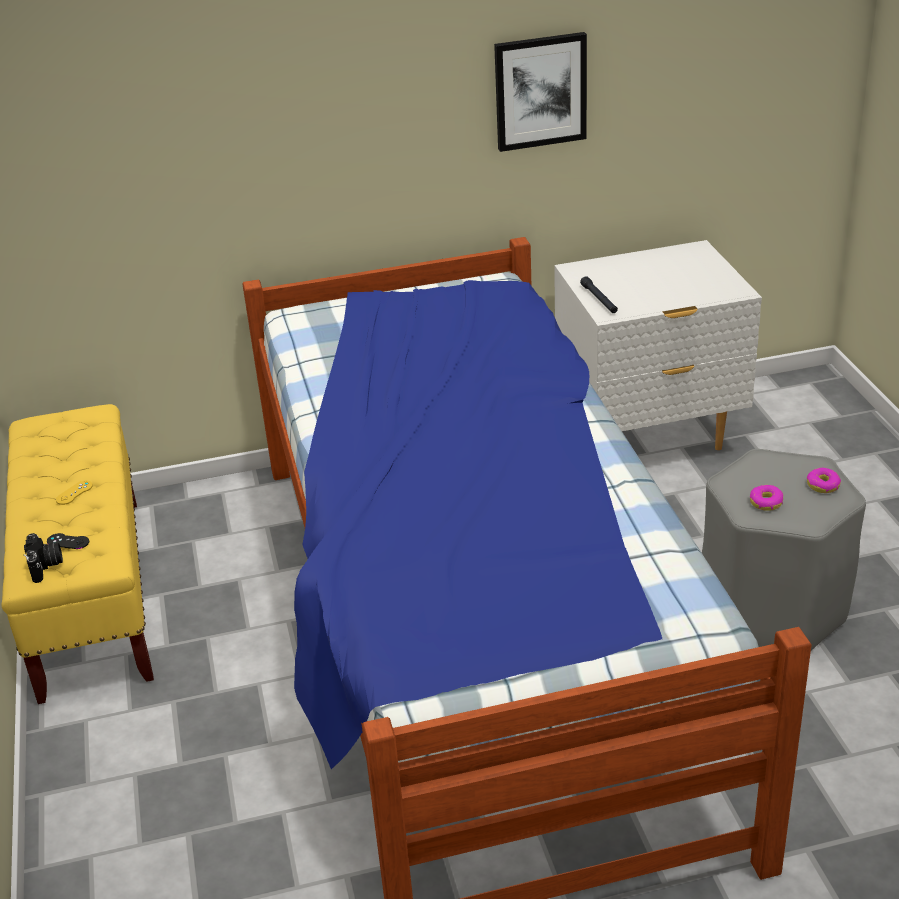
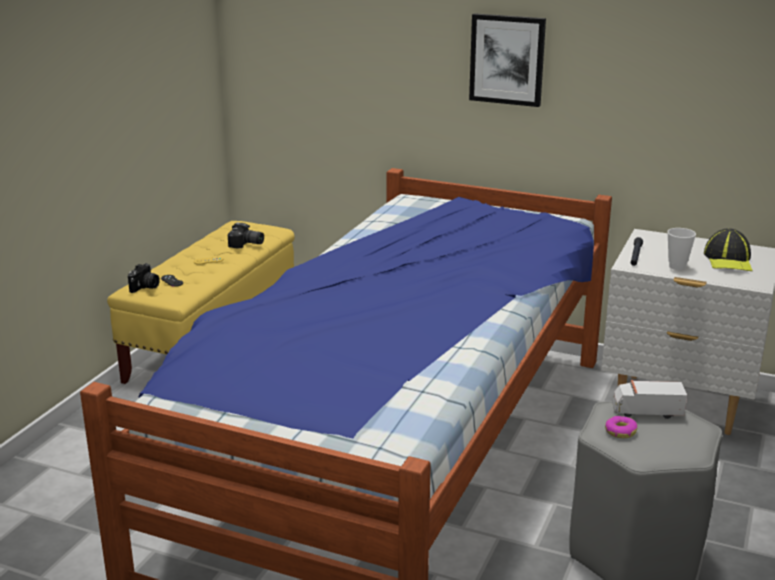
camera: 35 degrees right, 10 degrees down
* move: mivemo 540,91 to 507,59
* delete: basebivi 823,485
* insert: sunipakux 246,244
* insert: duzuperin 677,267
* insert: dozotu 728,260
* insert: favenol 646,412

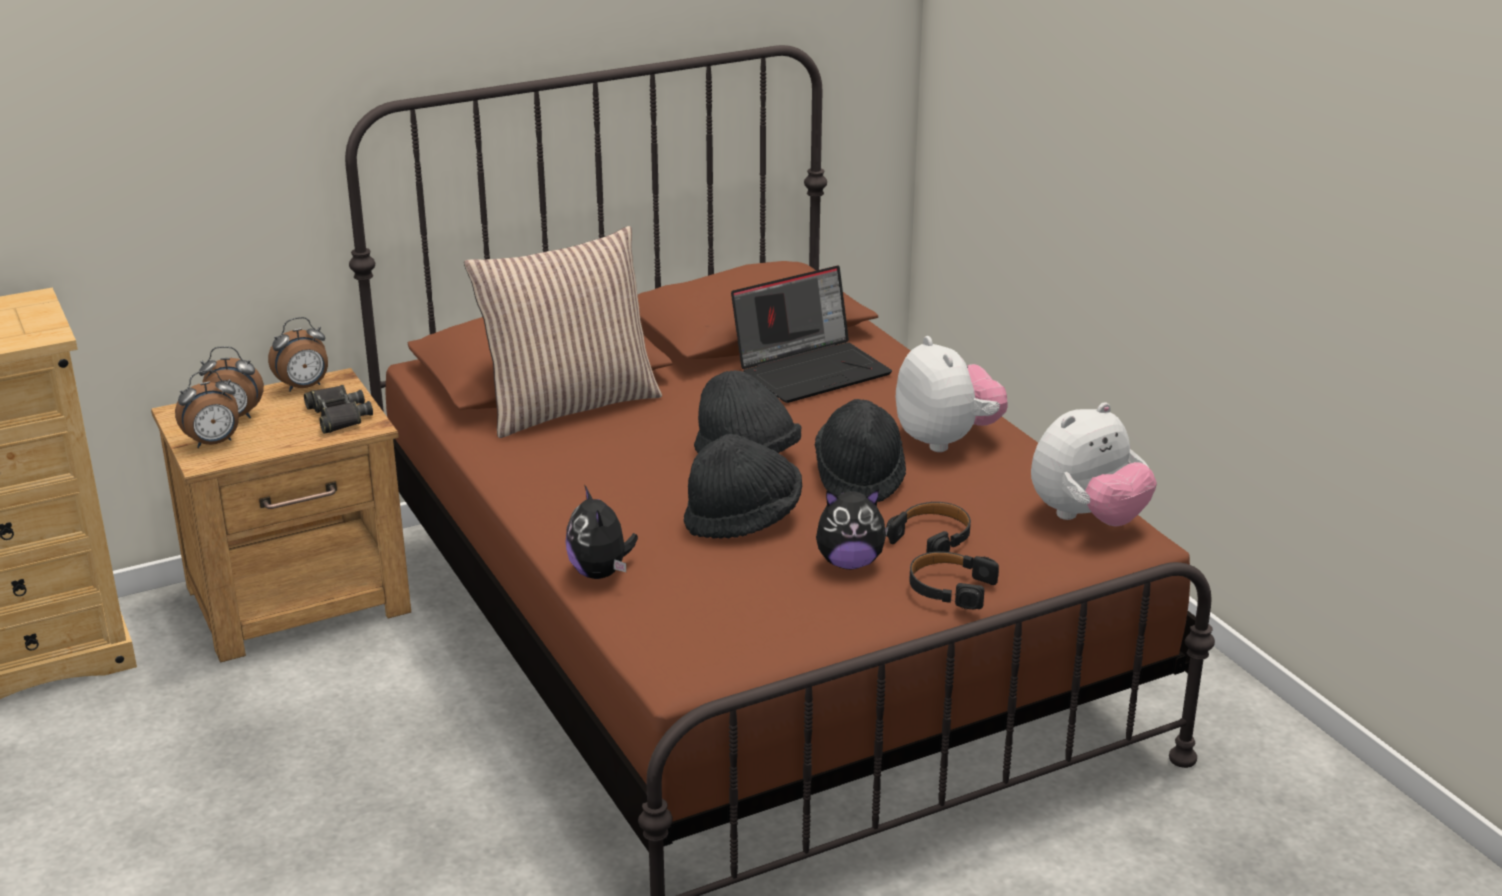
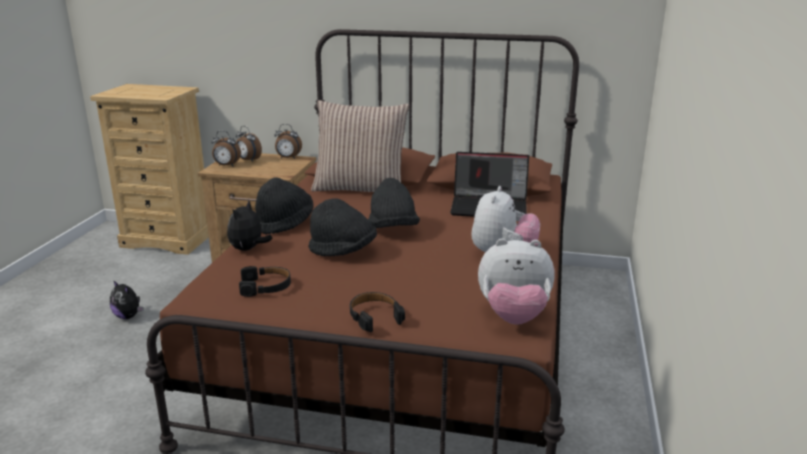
camera: 40 degrees right, 5 degrees down
* delete: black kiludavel 338,416
* move: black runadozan 859,477 to 284,224
* move: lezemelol 849,563 to 128,316
* move: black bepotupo 932,537 to 266,286

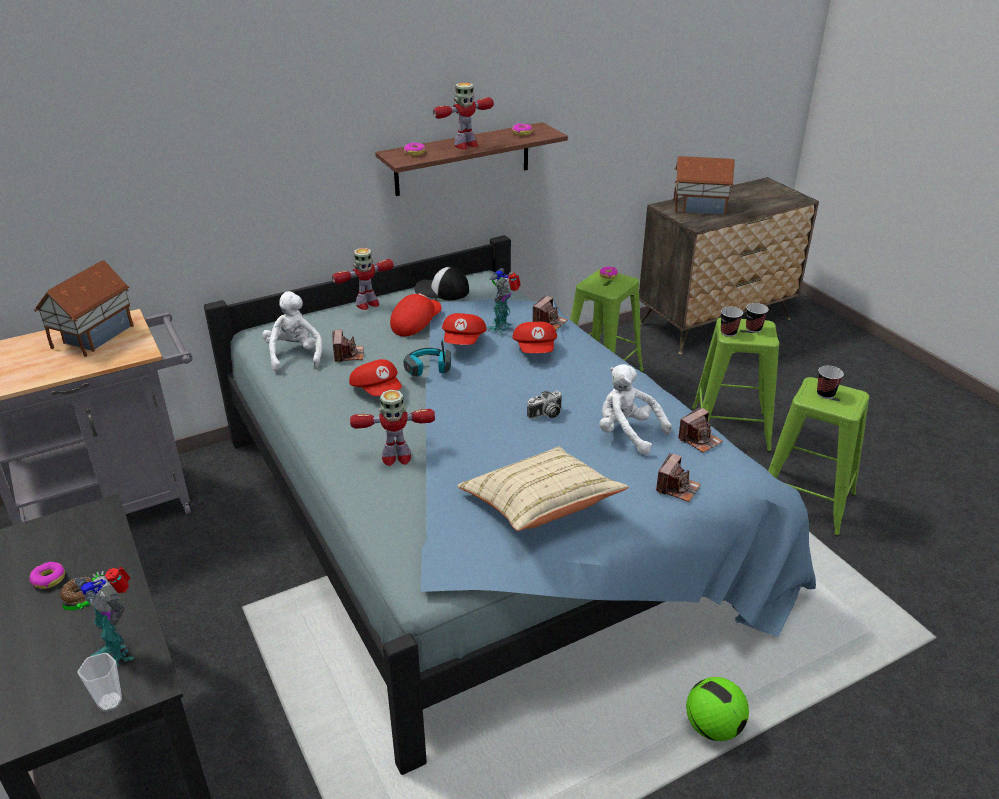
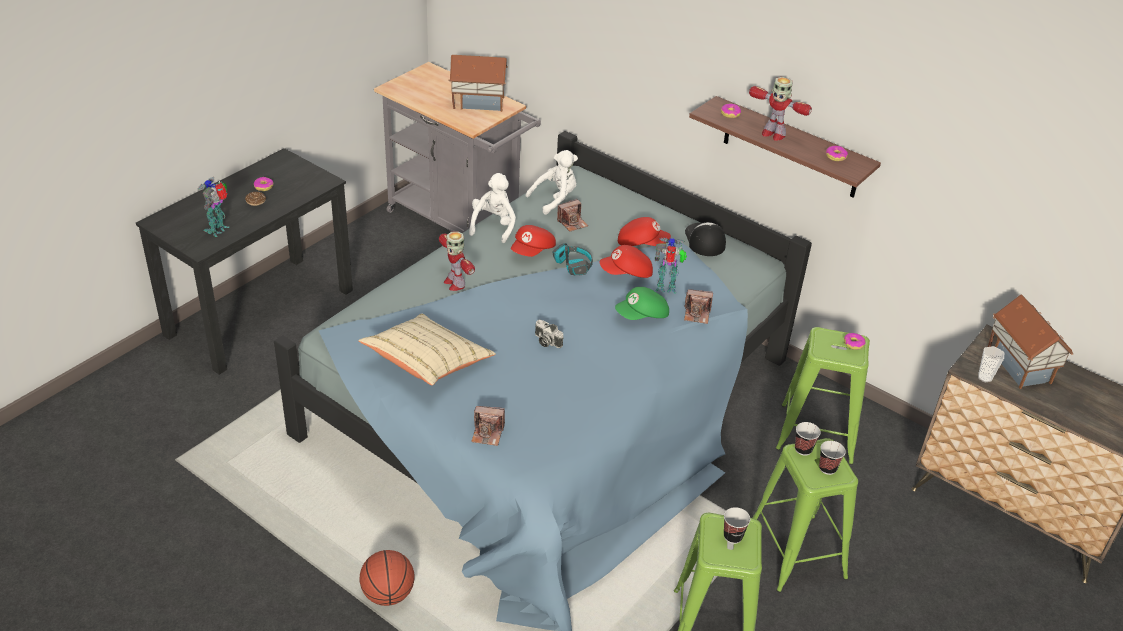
camera: 65 degrees right, 5 degrees up
* delete: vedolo 367,304
* recolor: red dozotu 535,350 to green dozotu 642,315
* move: white lezemelol 627,433 to 493,226
* delete: sunipakux 699,440
* move: duzuperin 110,702 to 984,377
* replace: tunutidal 713,727 to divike 388,594

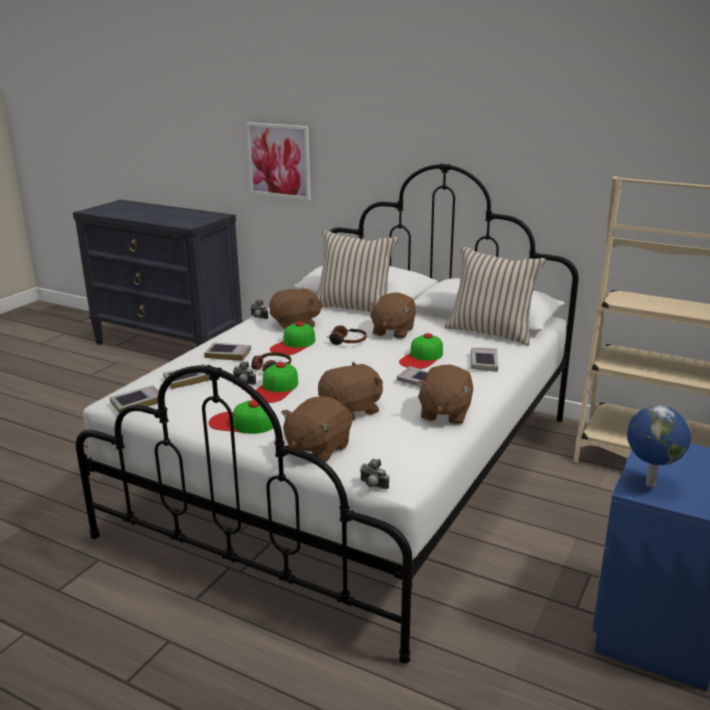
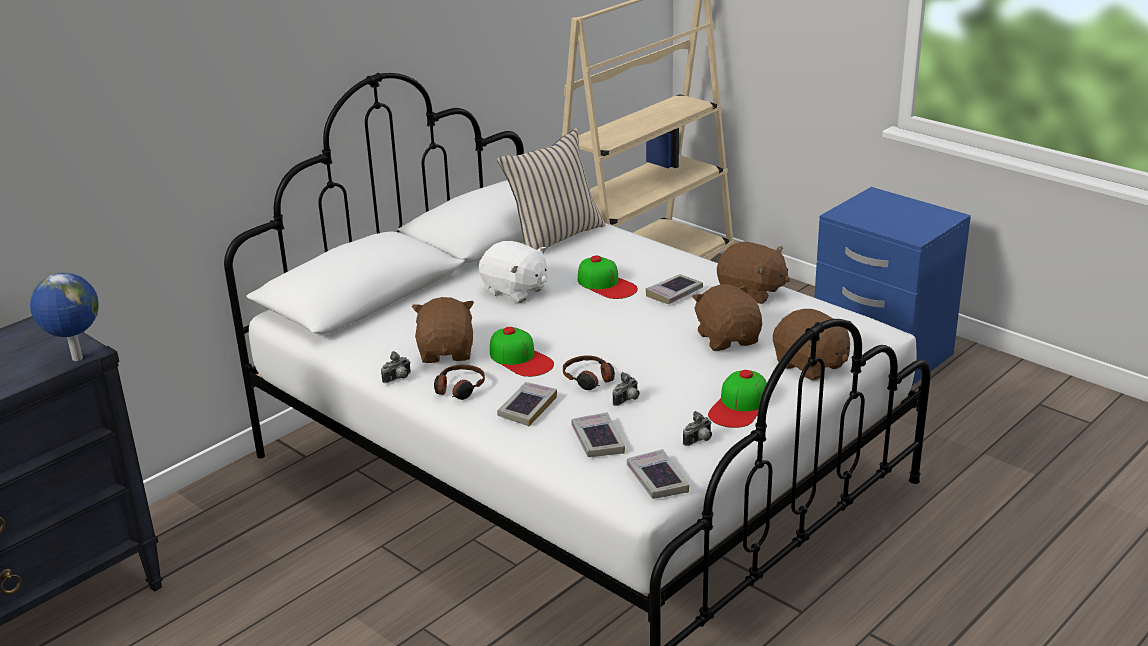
camera: 75 degrees left, 5 degrees up
* delete: mivemo 279,160
* delete: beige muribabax 354,307
* recolor: brown lezemelol 392,331 to white lezemelol 515,291
* move: bepotupo 347,341 to 459,389
* delete: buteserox 483,362
* delete: dozotu 275,389
* move: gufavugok 649,484 to 76,359
* move: sunipakux 372,486 to 699,441

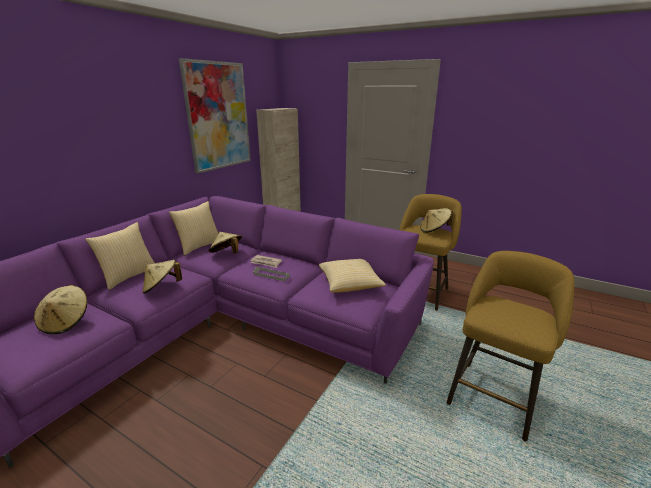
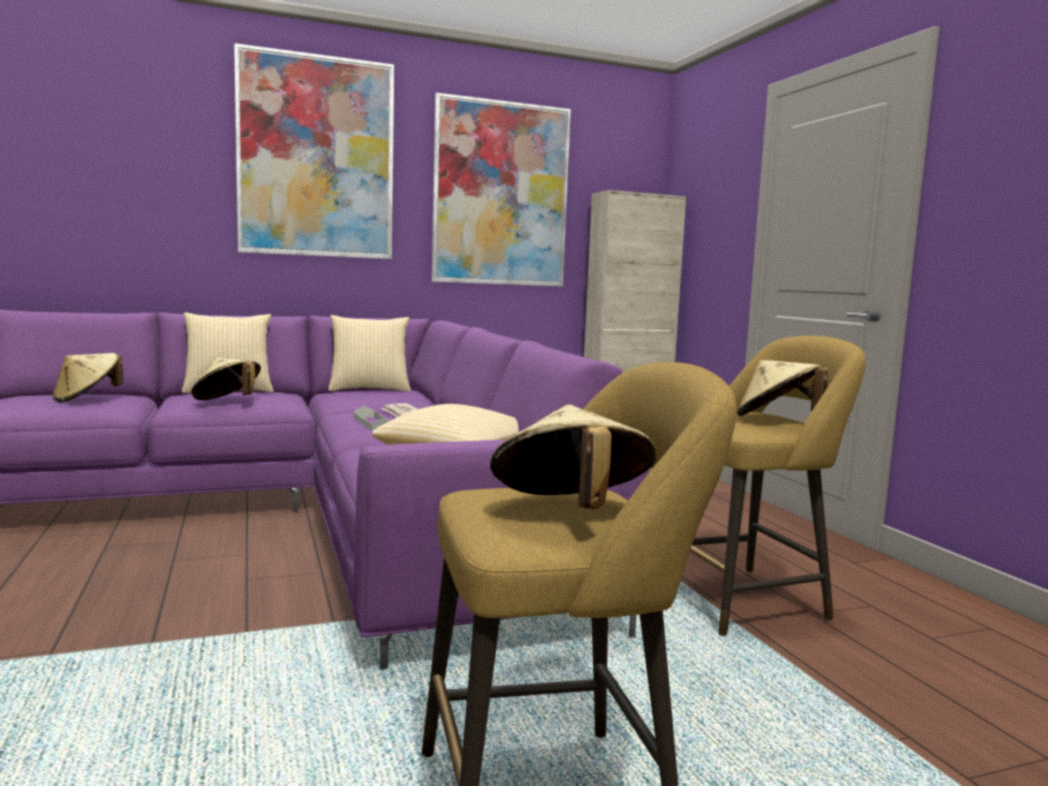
camera: 40 degrees right, 15 degrees down
* move: beige runadozan 226,254 to 570,512
* insert: mivemo 316,157

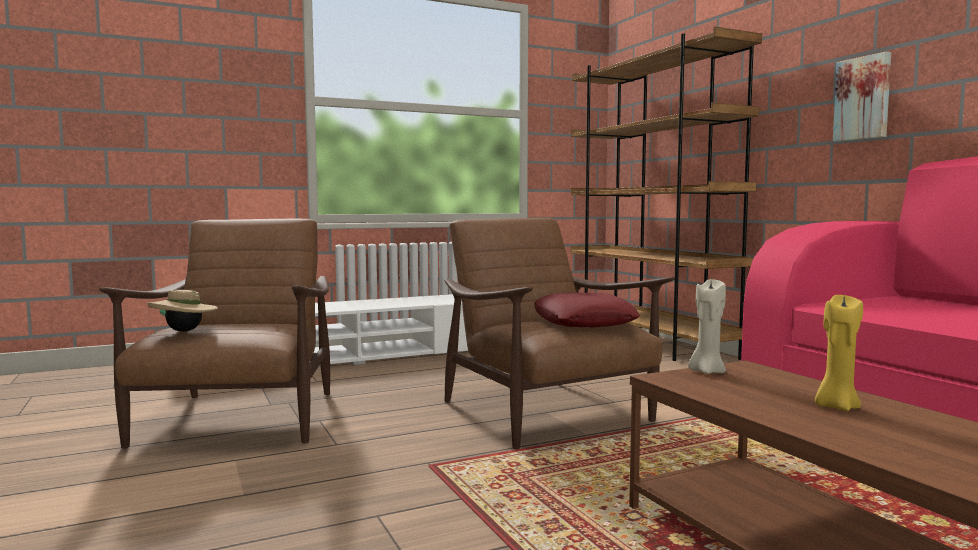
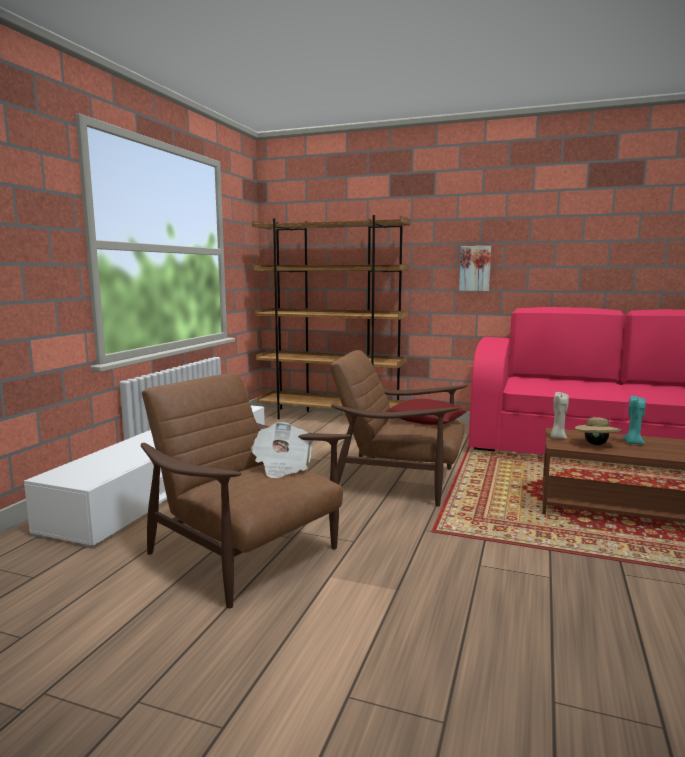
camera: 45 degrees left, 5 degrees up
* move: beige runadozan 184,331 to 596,444
* recolor: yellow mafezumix 836,407 to turquoise mafezumix 632,443
* insert: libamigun 282,466

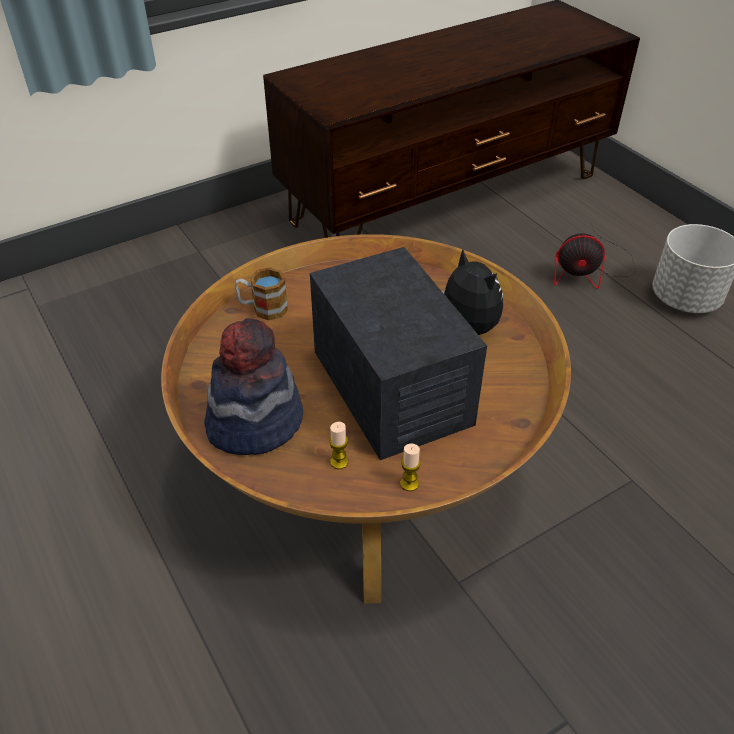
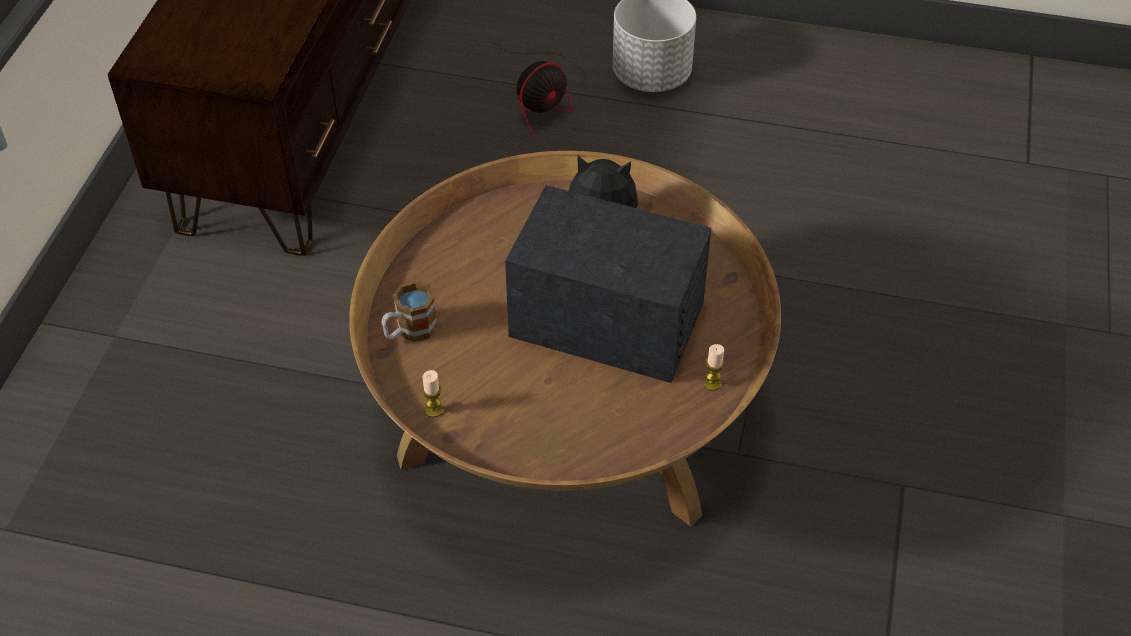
camera: 45 degrees left, 5 degrees up
* delete: runadozan 254,422
* move: mafezumix 339,462 to 434,410

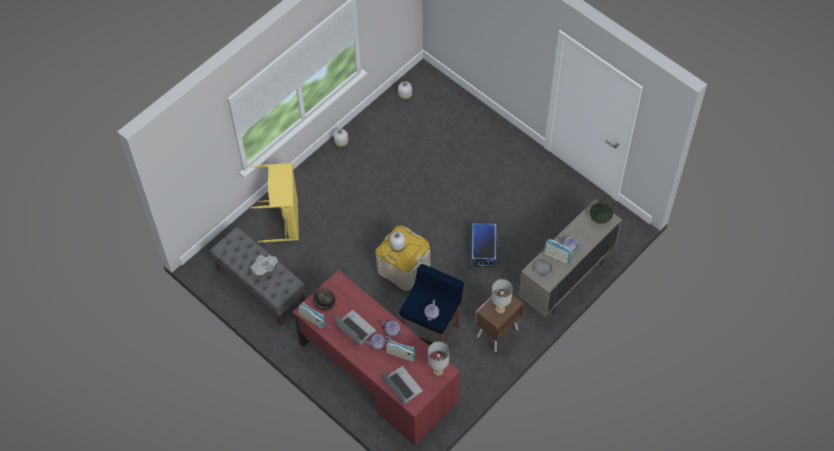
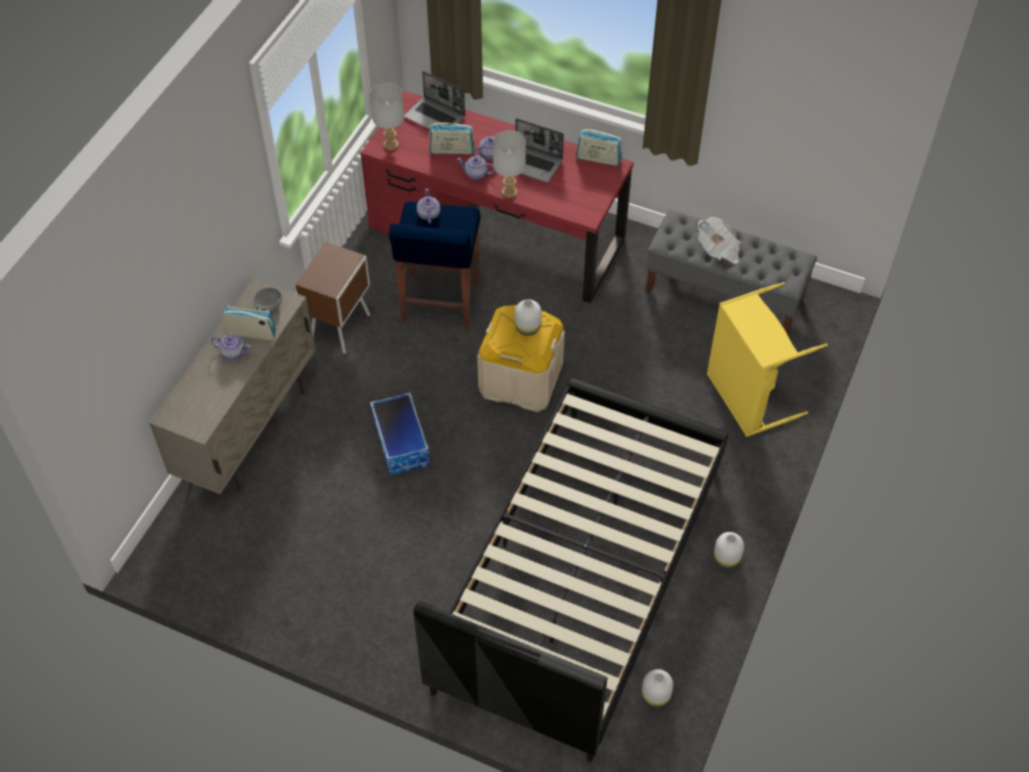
camera: 160 degrees right, 5 degrees down
* delete: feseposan 600,216
* move: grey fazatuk 500,309 to 510,192
* delete: runadozan 324,301
* insert: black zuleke 580,575

